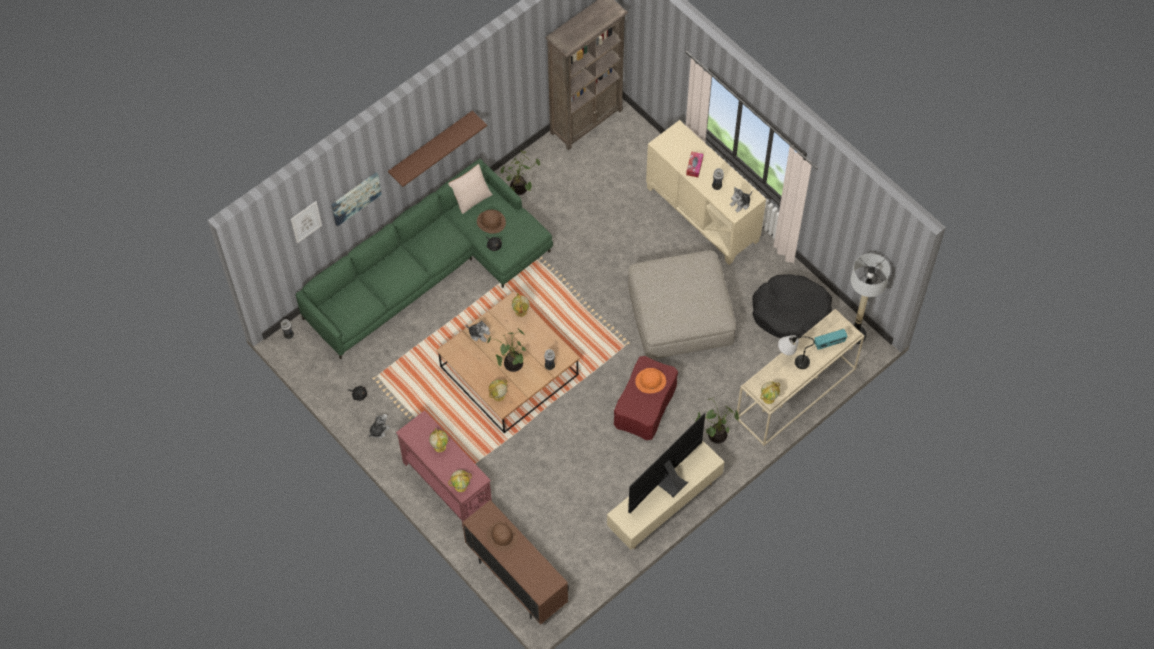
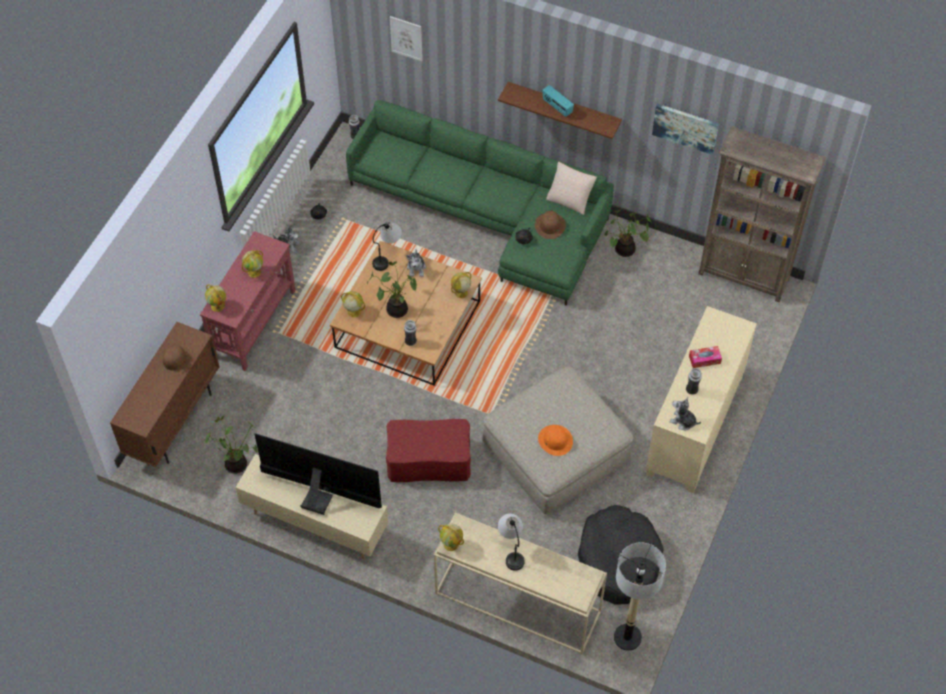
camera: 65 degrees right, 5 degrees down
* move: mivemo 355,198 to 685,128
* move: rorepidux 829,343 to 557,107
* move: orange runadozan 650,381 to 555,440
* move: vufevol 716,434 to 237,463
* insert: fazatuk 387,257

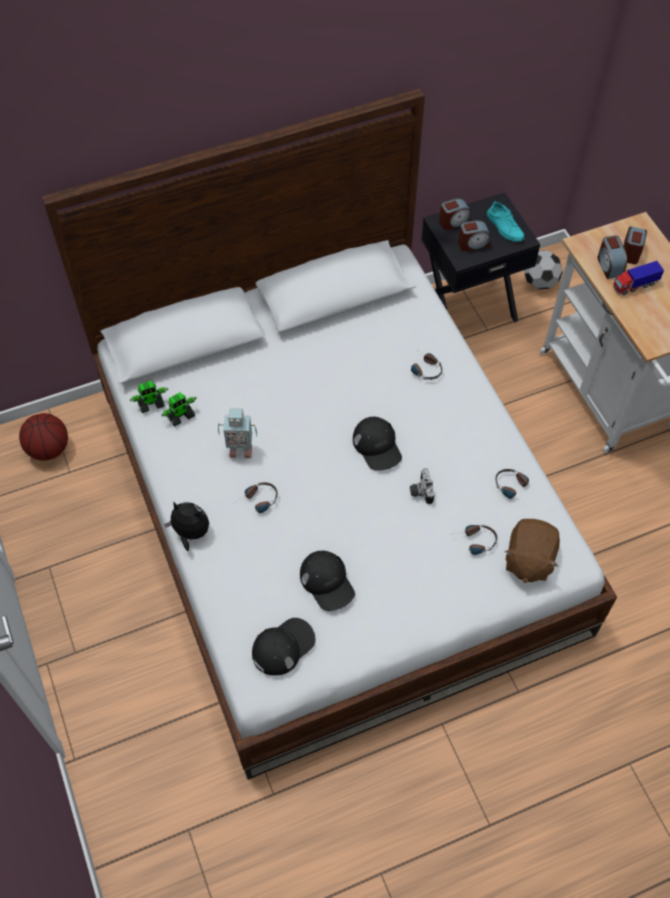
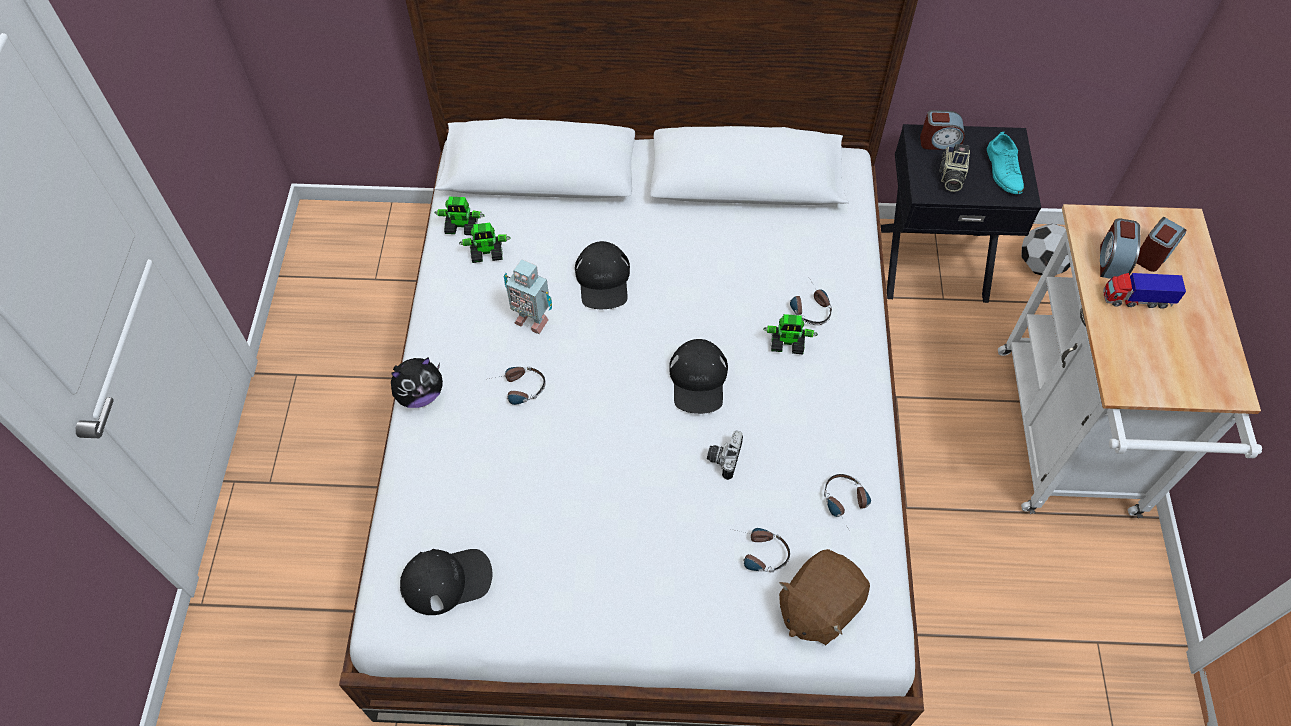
camera: 25 degrees right, 0 degrees up
* replace: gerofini 473,243 to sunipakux 950,176
* delete: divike 49,449
* rotate: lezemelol 190,533 = 420,394 105 degrees clockwise
* move: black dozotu 327,582 to 603,280
* insert: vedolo 787,343

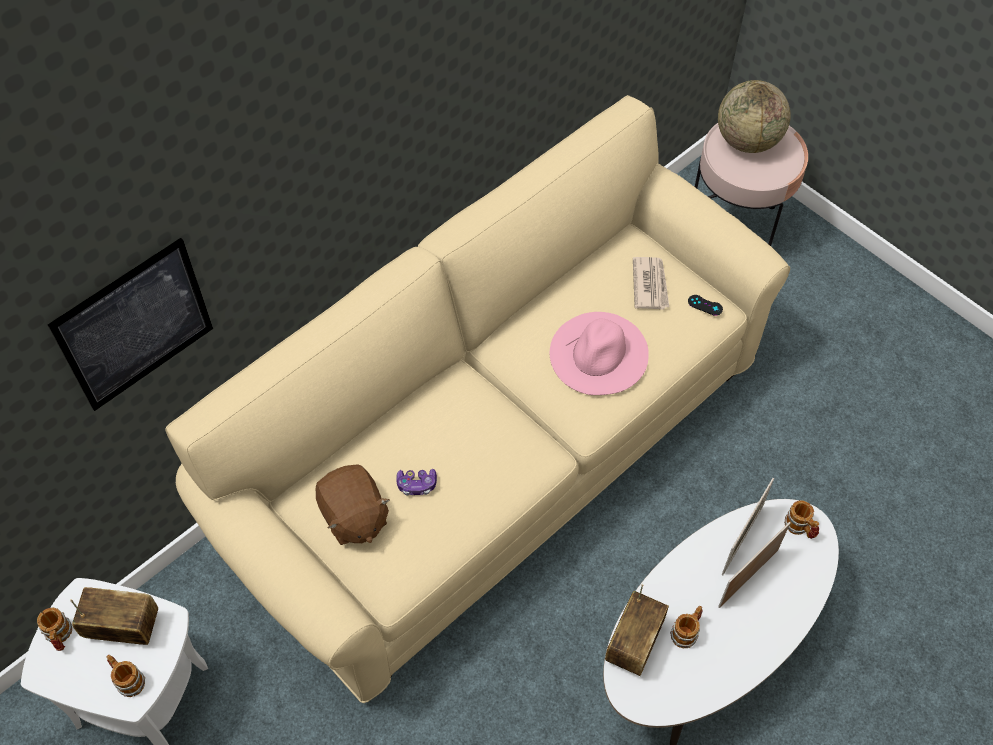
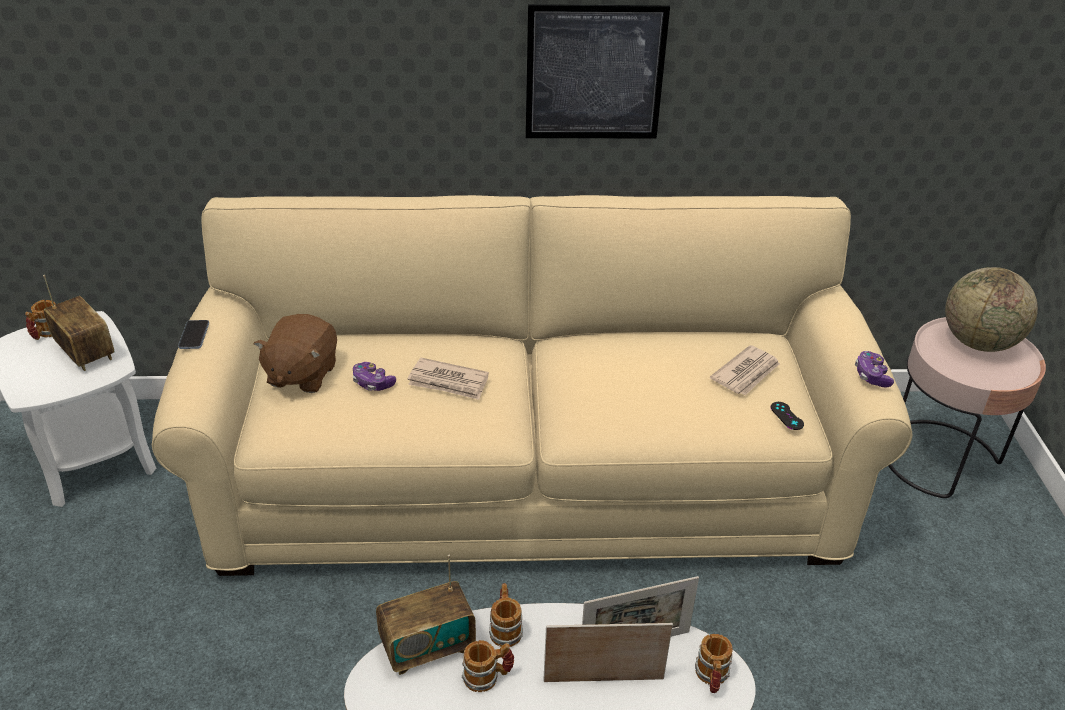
camera: 40 degrees right, 20 degrees down
* move: mivemo 135,325 to 594,73
* delete: pink runadozan 599,353
* move: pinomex 127,679 to 505,628
* insert: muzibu 194,336
* insert: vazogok 871,376
* insert: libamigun 448,382

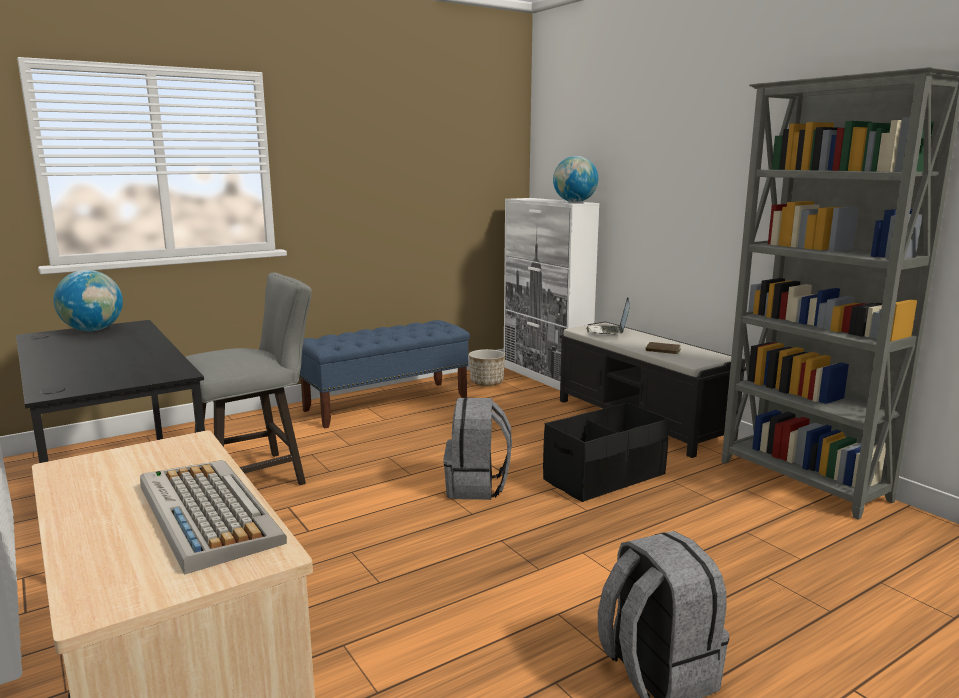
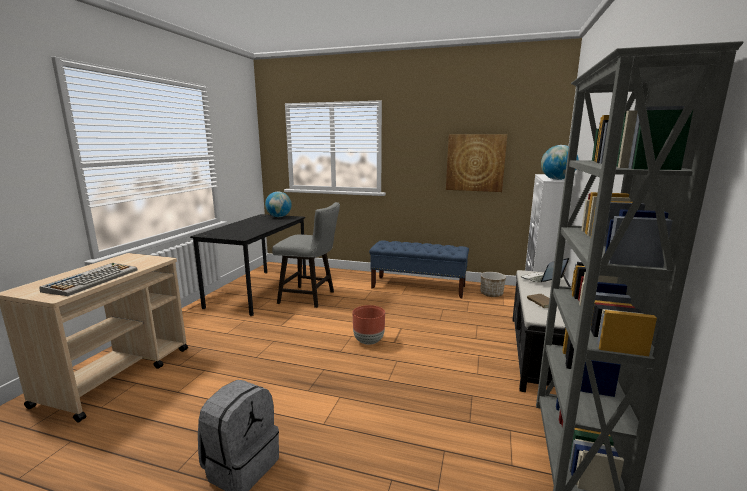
camera: 50 degrees right, 0 degrees up
* replace: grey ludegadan 477,487 to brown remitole 368,341
* delete: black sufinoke 605,477
* insert: mivemo 475,163

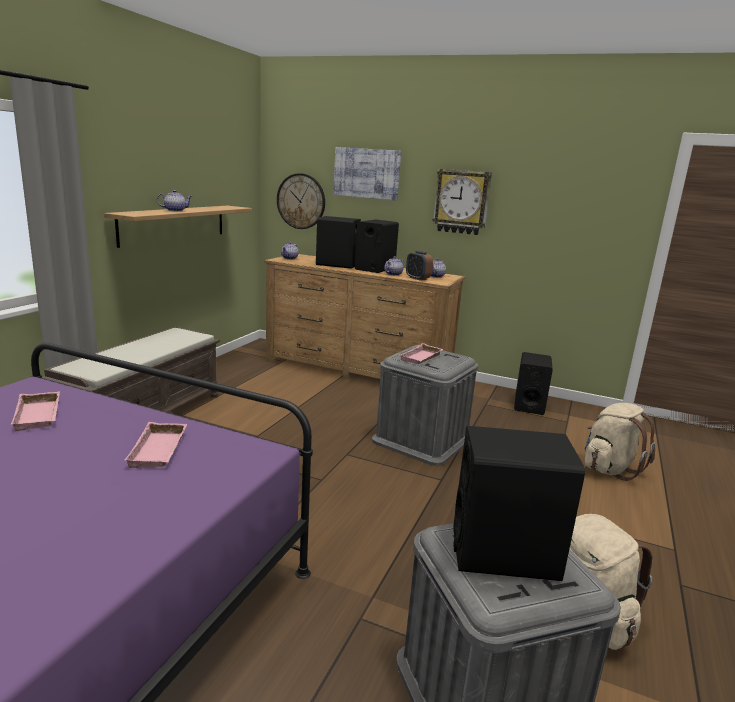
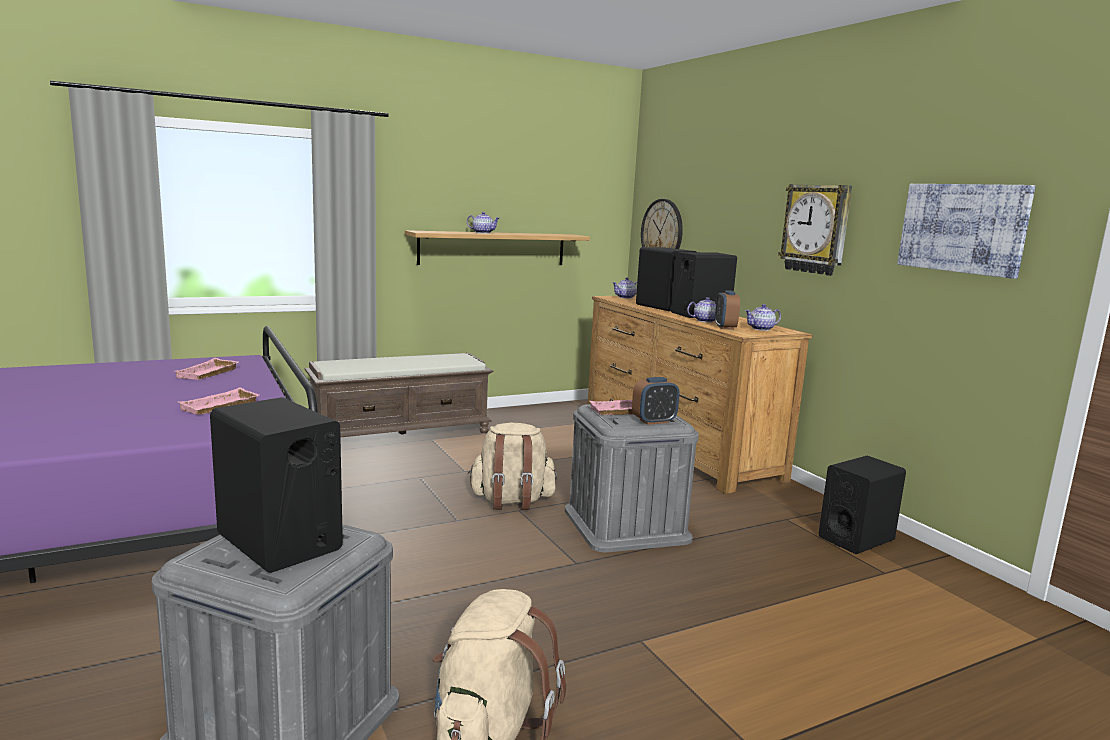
camera: 40 degrees right, 5 degrees down
* move: mivemo 366,173 to 962,228
* move: beige ludegadan 609,468 to 511,501
* insert: gerofini 654,421

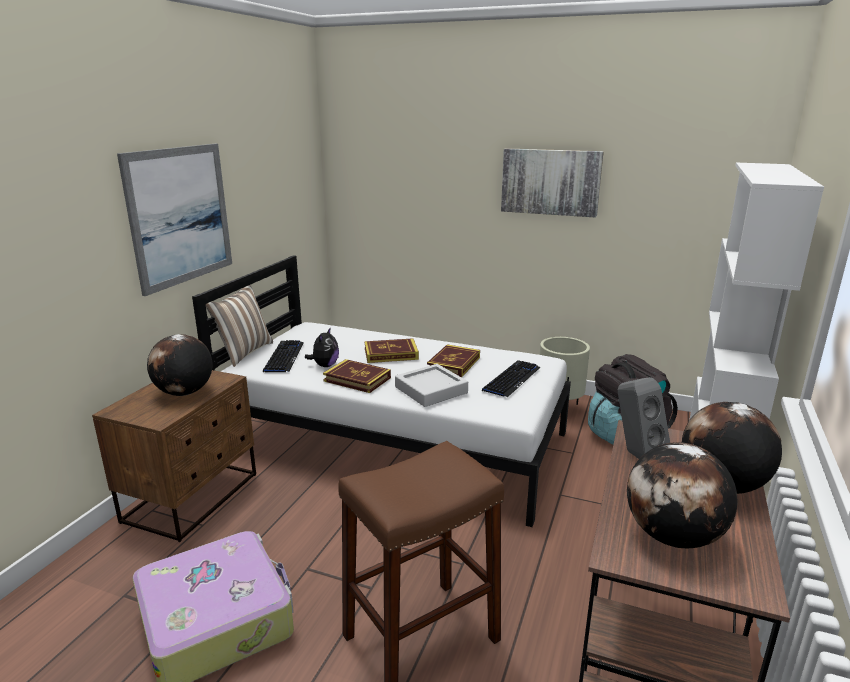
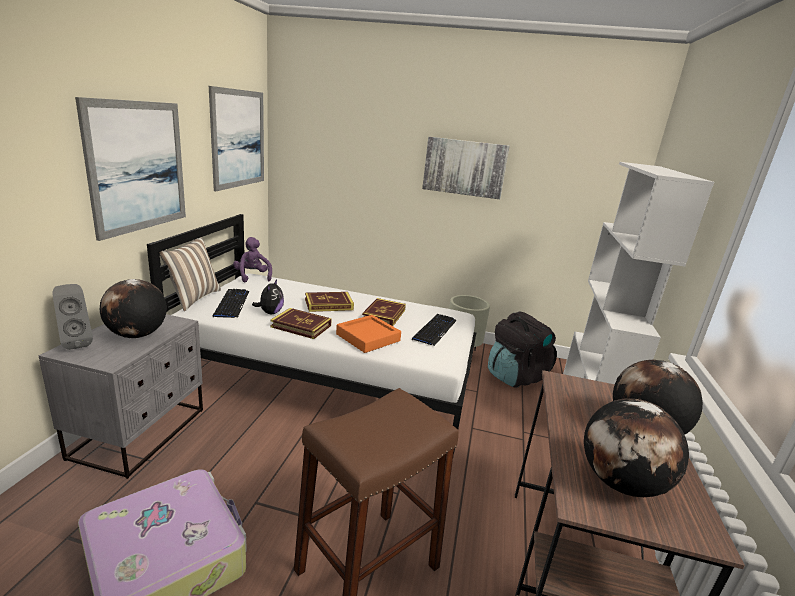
camera: 10 degrees left, 0 degrees up
* recolor: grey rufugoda 431,390 to orange rufugoda 368,337
* recolor: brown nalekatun 193,497 to grey nalekatun 141,433
* move: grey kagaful 635,455 to 76,343
* insert: mivemo 238,139
* insert: purple lezemelol 252,276

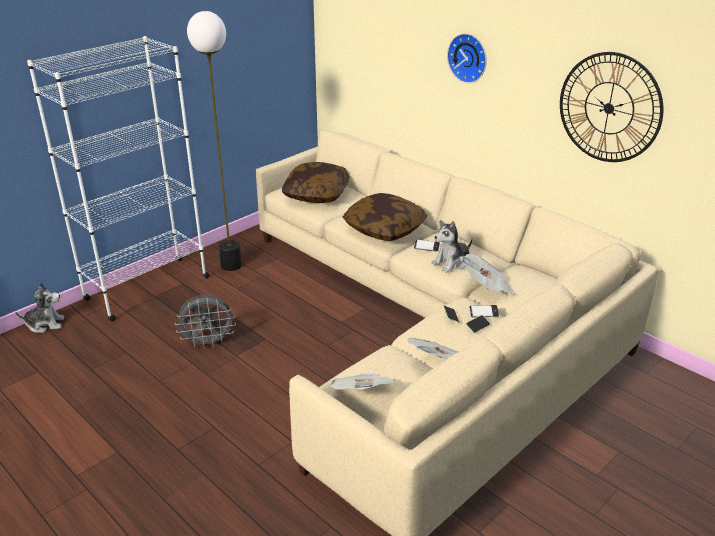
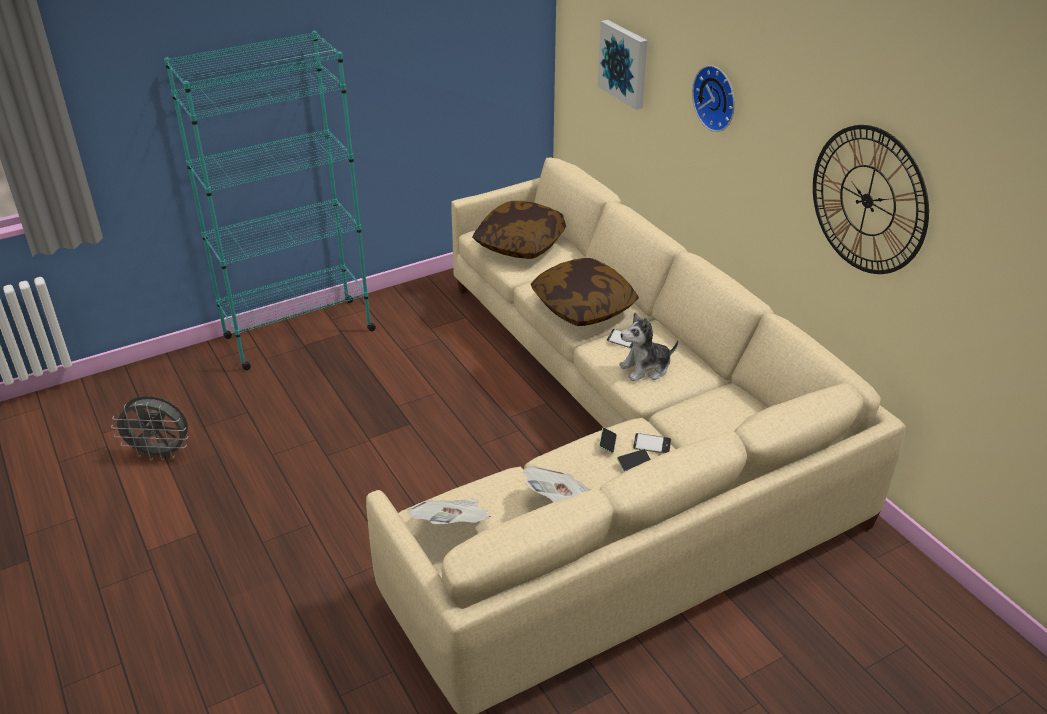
camera: 15 degrees right, 5 degrees up
* delete: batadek 231,265
* recolor: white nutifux 147,288 to turquoise nutifux 298,334
* delete: libamigun 487,287
* delete: lezemelol 45,324
* move: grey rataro 208,343 to 161,453
* insert: mivemo 625,63

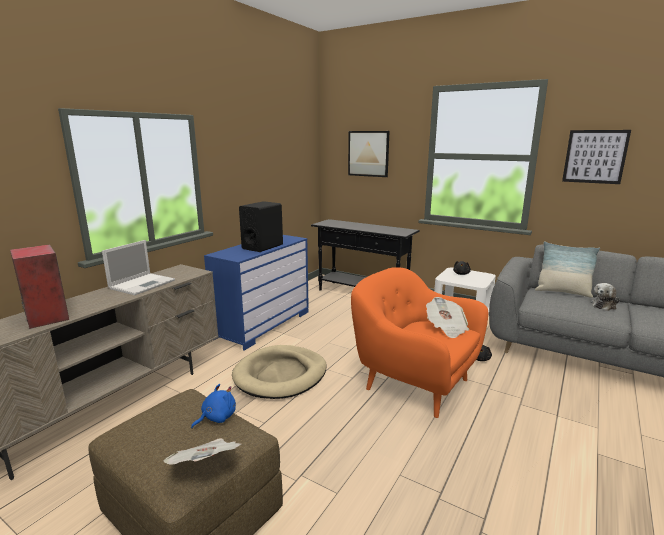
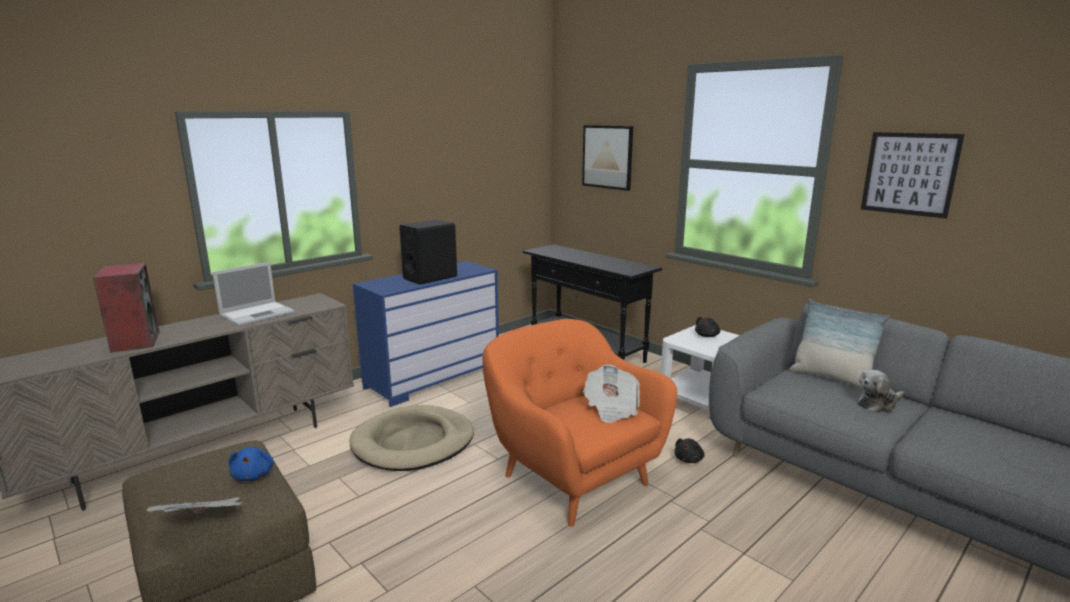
camera: 15 degrees right, 0 degrees up
* rotate: blue lezemelol 217,417 = 253,475 105 degrees clockwise

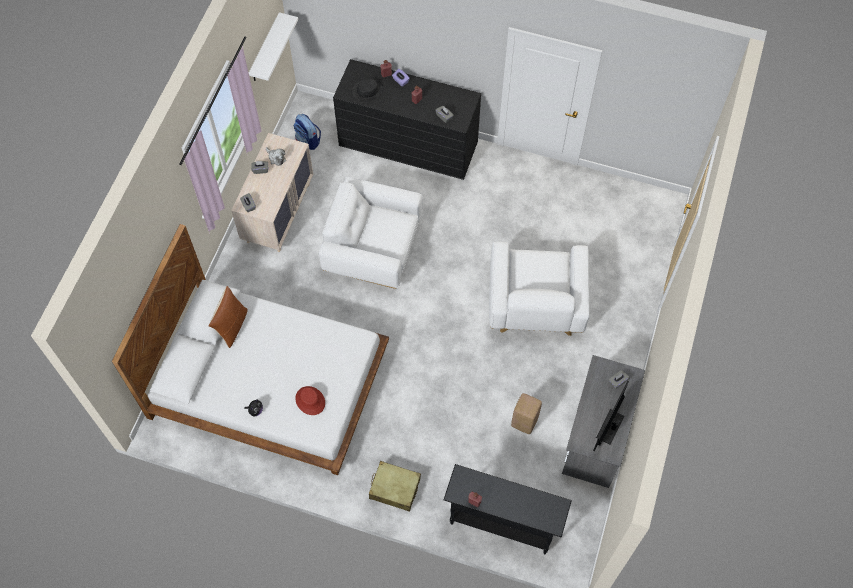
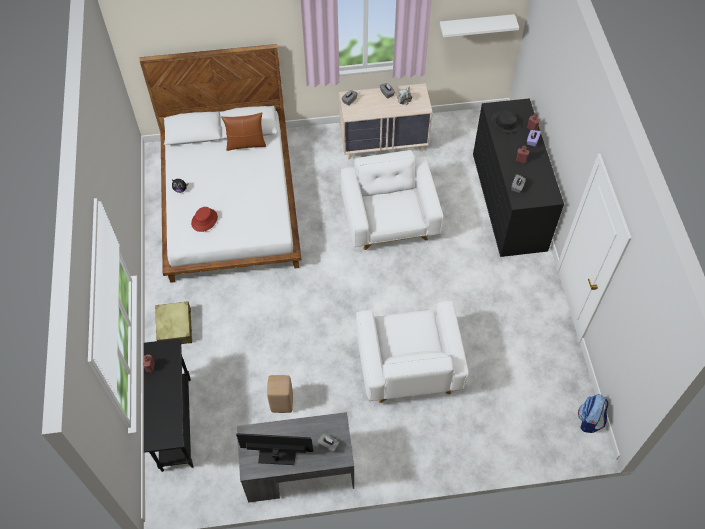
camera: 65 degrees right, 5 degrees down
* move: ludegadan 308,140 to 589,420
* rotate: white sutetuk 536,302 = 409,365 75 degrees counterclockwise

